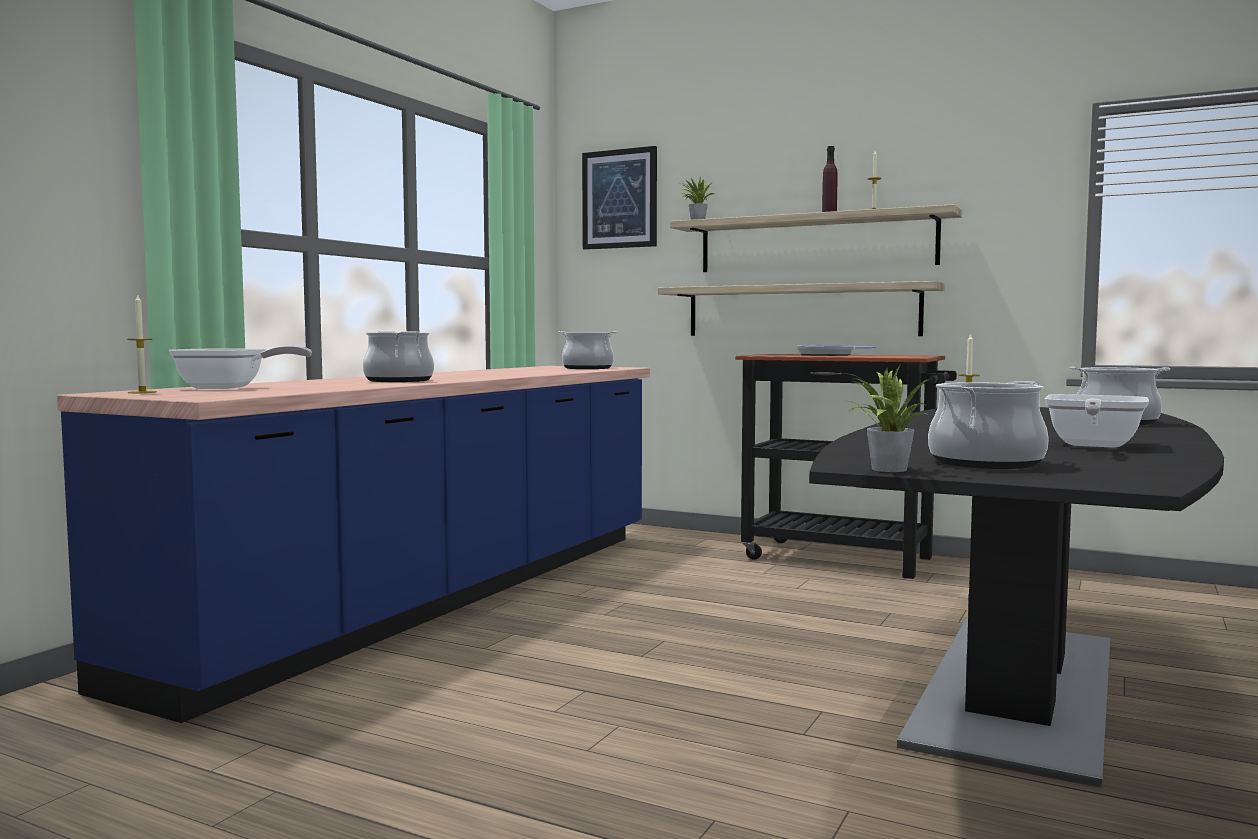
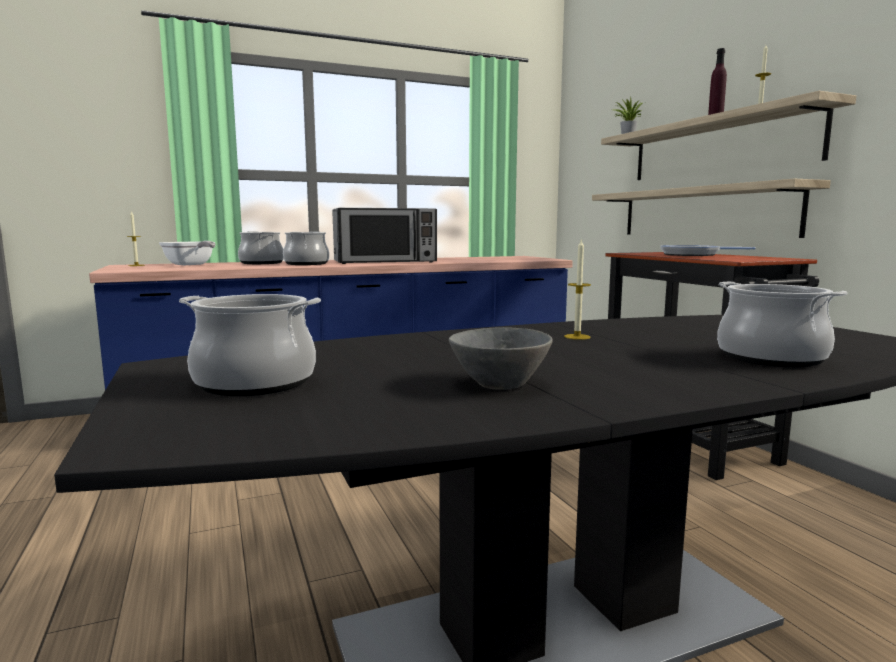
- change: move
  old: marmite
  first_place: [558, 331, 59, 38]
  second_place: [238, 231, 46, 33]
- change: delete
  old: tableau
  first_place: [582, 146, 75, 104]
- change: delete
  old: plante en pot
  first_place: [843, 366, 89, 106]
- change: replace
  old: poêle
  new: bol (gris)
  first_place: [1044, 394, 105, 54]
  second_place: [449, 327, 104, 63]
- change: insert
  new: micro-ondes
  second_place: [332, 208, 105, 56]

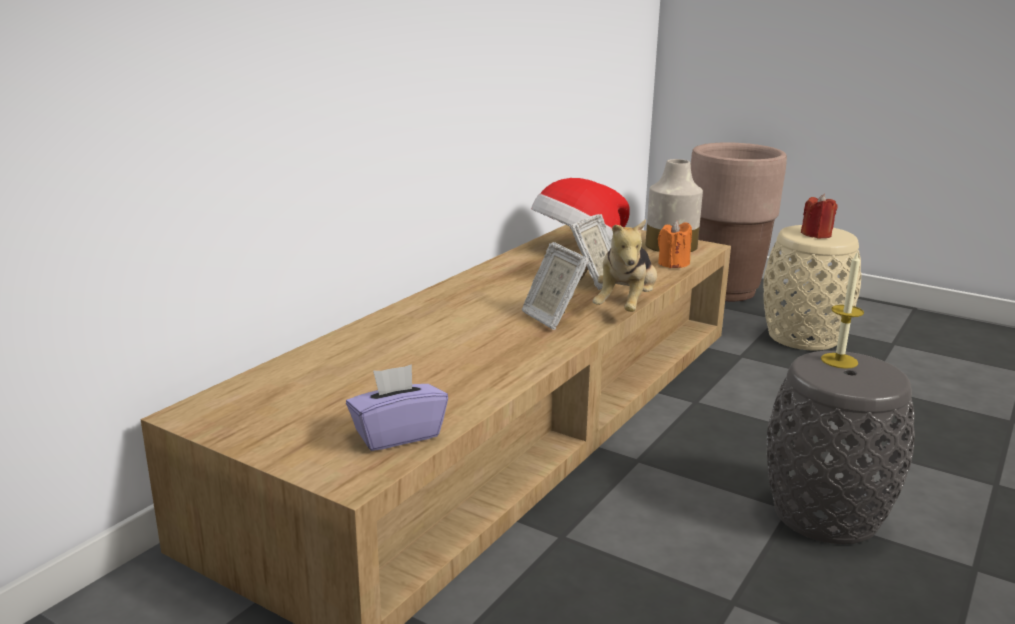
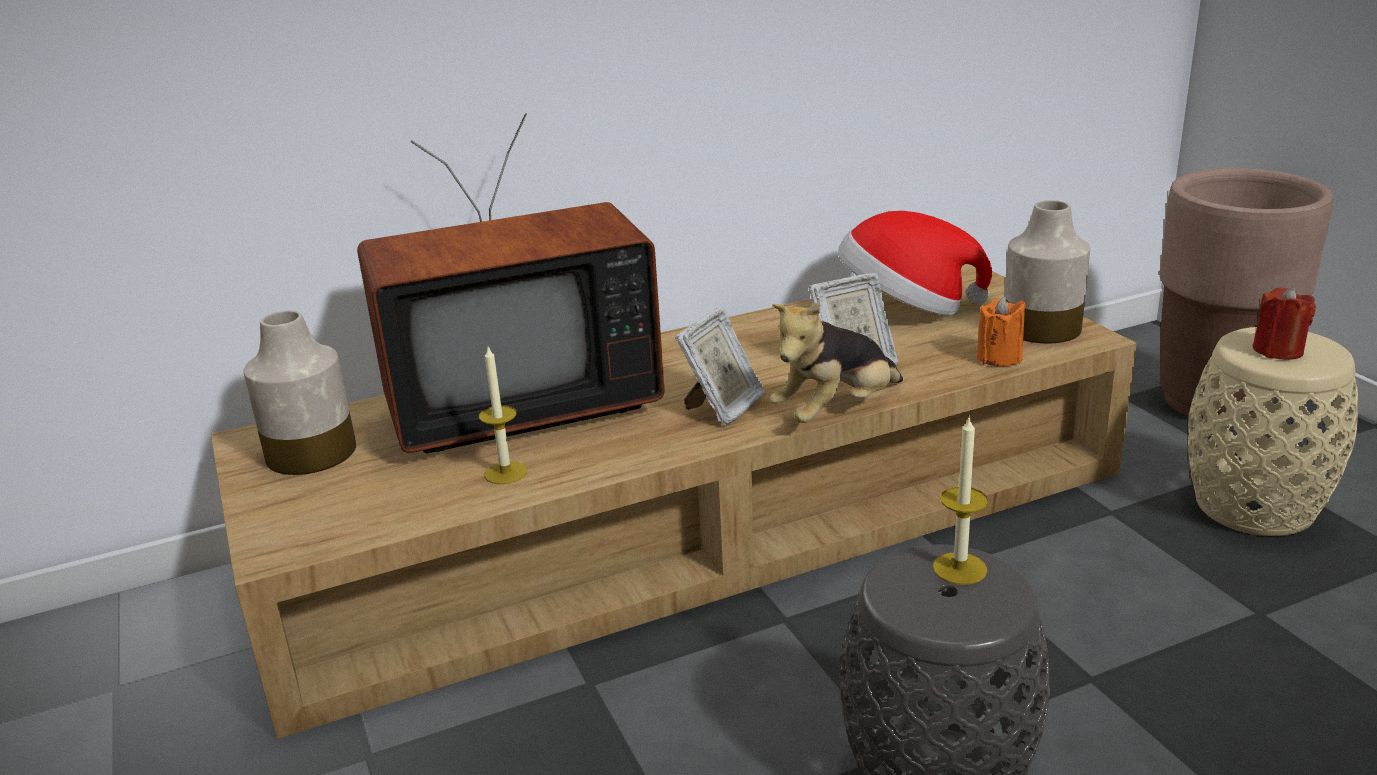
- change: delete
  old: boîte à mouchoirs (violet)
  first_place: [346, 365, 102, 86]
- change: rotate
  old: cadre photo
  first_place: [521, 242, 68, 88]
  second_place: [675, 308, 91, 118]
  degrees: -150
- change: insert
  new: vase (beige)
  second_place: [244, 310, 112, 165]
- change: insert
  new: téléviseur
  second_place: [357, 113, 308, 340]
- change: insert
  new: bougie
  second_place: [479, 347, 48, 137]

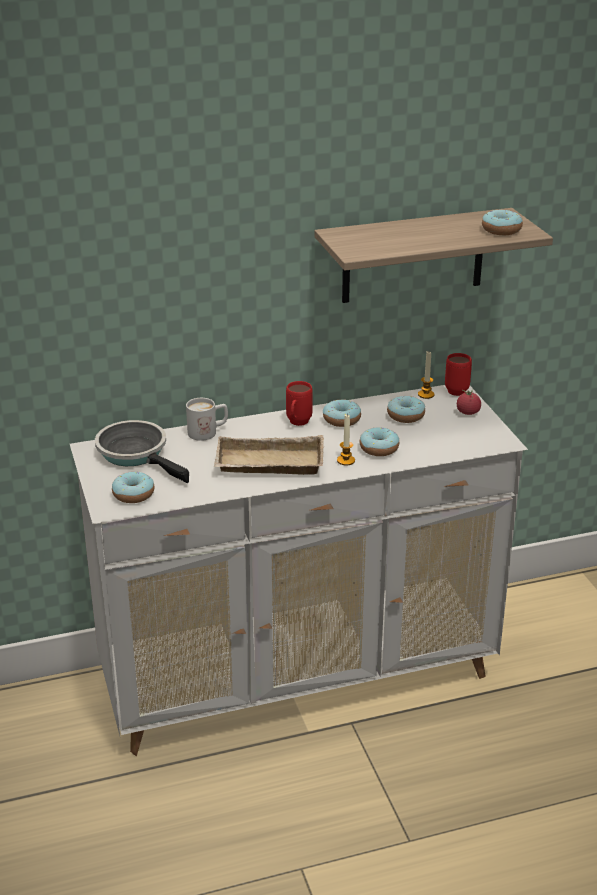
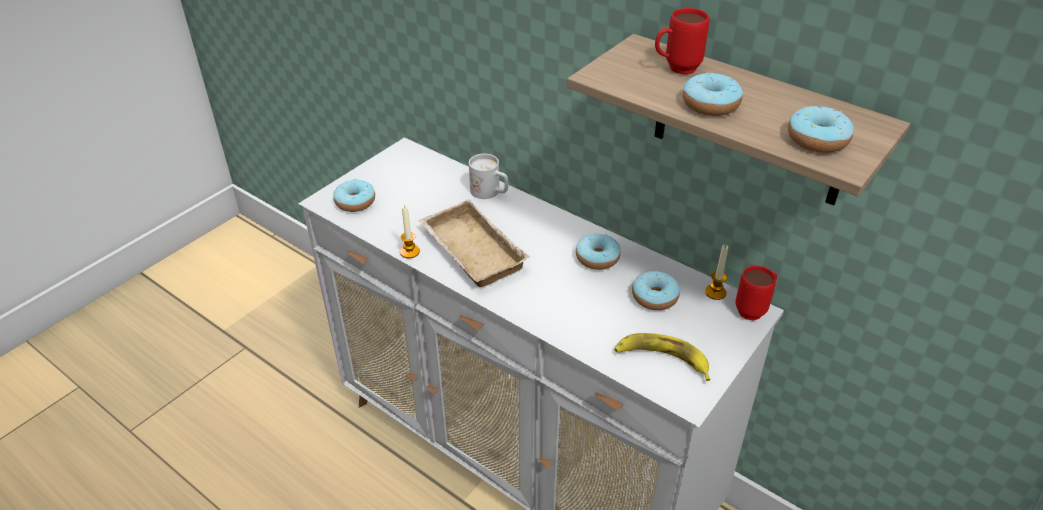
- change: delete
  old: poêle
  first_place: [95, 420, 94, 63]
- change: move
  old: mug (rouge)
  first_place: [286, 381, 27, 45]
  second_place: [655, 8, 54, 66]
- change: move
  old: bougie
  first_place: [337, 414, 18, 52]
  second_place: [400, 205, 20, 53]
- change: move
  old: beignet
  first_place: [360, 427, 39, 29]
  second_place: [683, 73, 60, 43]
- change: delete
  old: tomate
  first_place: [457, 390, 24, 25]
- change: insert
  new: banane
  second_place: [614, 333, 96, 48]

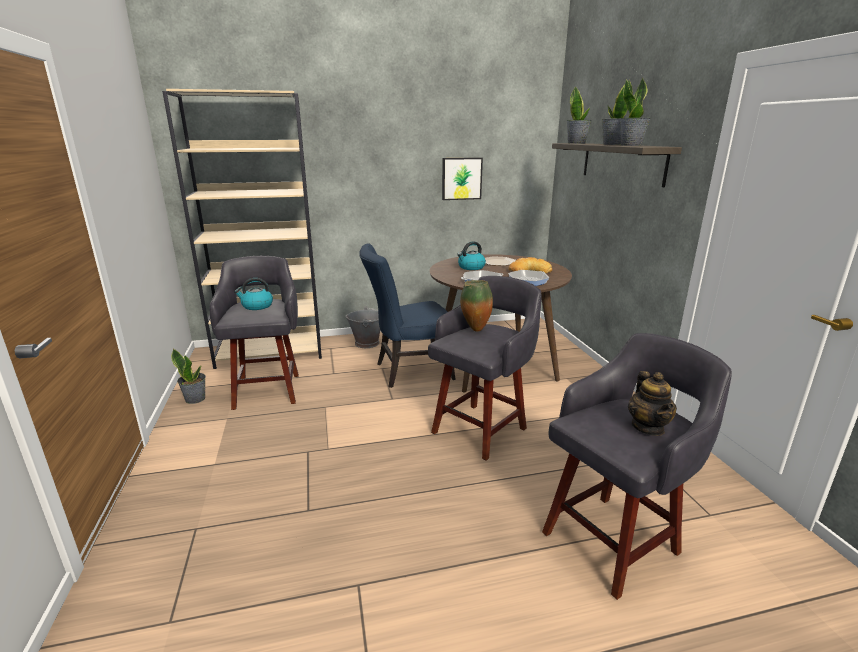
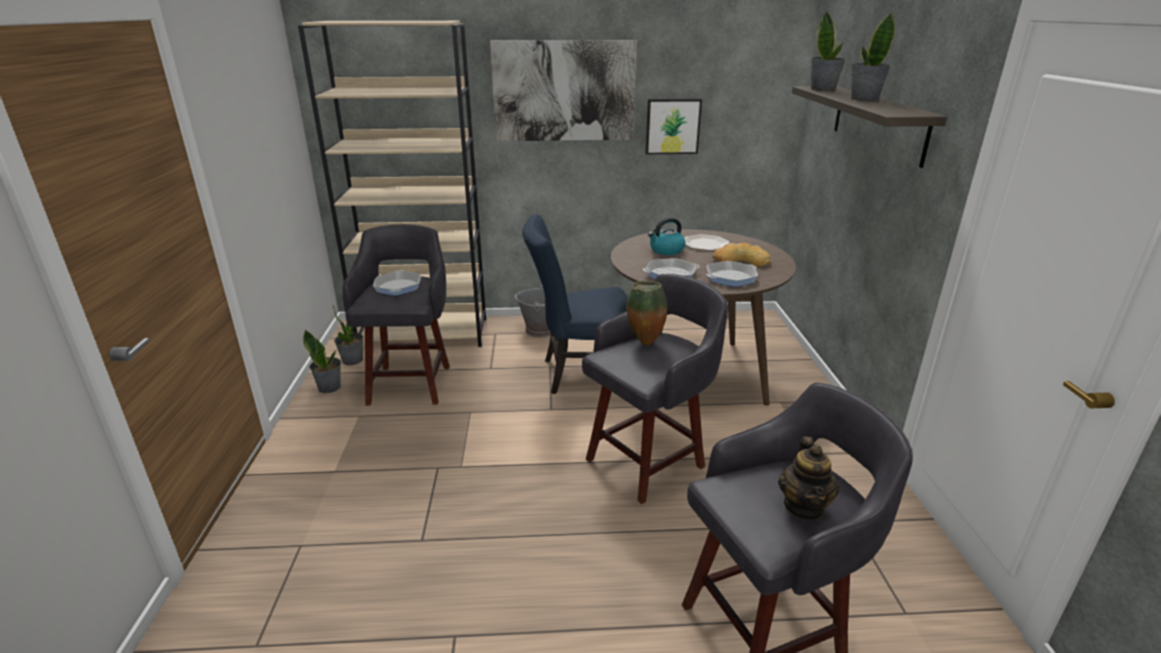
- change: replace
  old: bouilloire
  new: poêle
  first_place: [234, 278, 39, 32]
  second_place: [373, 270, 48, 26]
- change: move
  old: plante en pot
  first_place: [620, 78, 30, 68]
  second_place: [333, 305, 30, 60]
- change: insert
  new: tableau
  second_place: [490, 40, 147, 101]

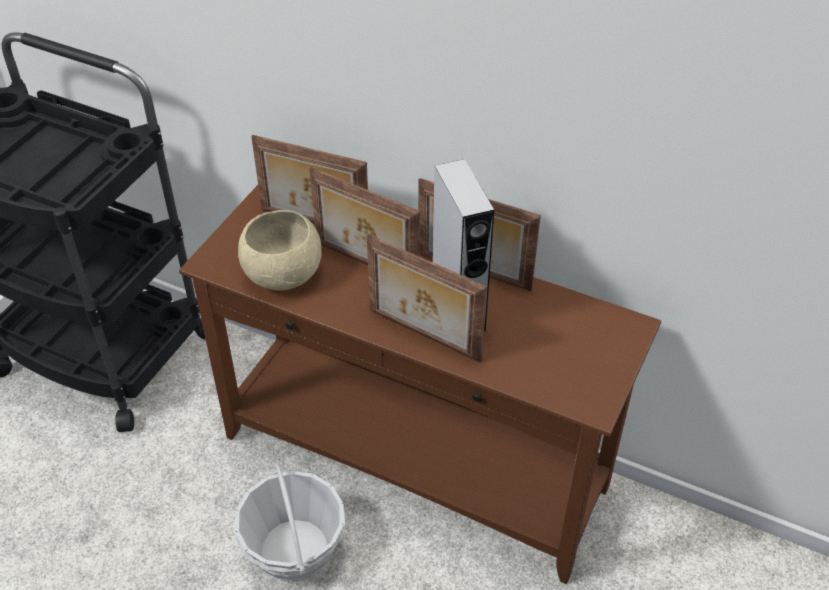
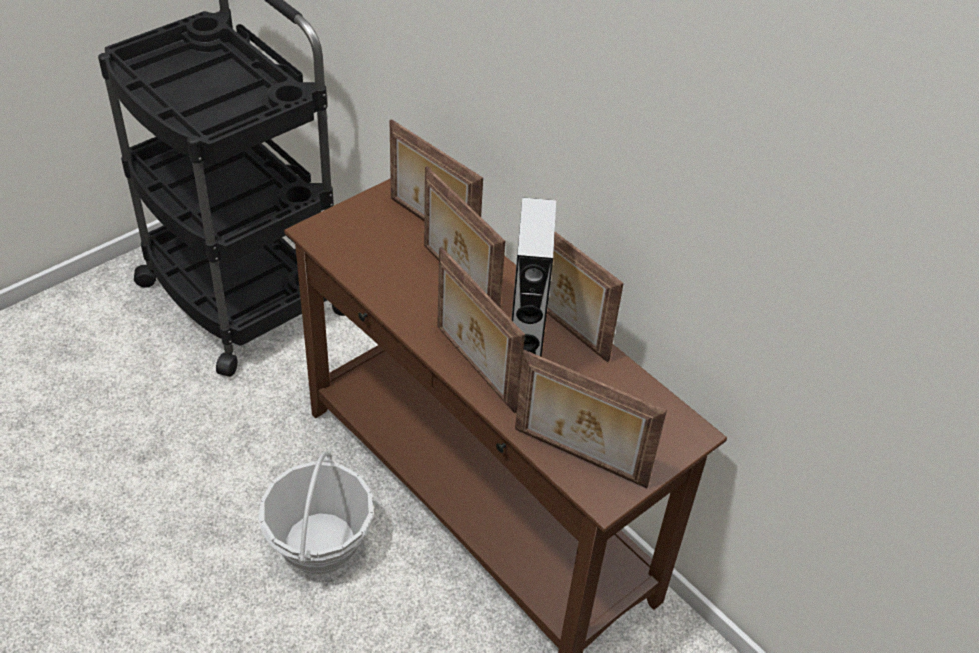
- change: delete
  old: bol (beige)
  first_place: [238, 210, 84, 81]
- change: insert
  new: cadre photo
  second_place: [515, 350, 152, 138]

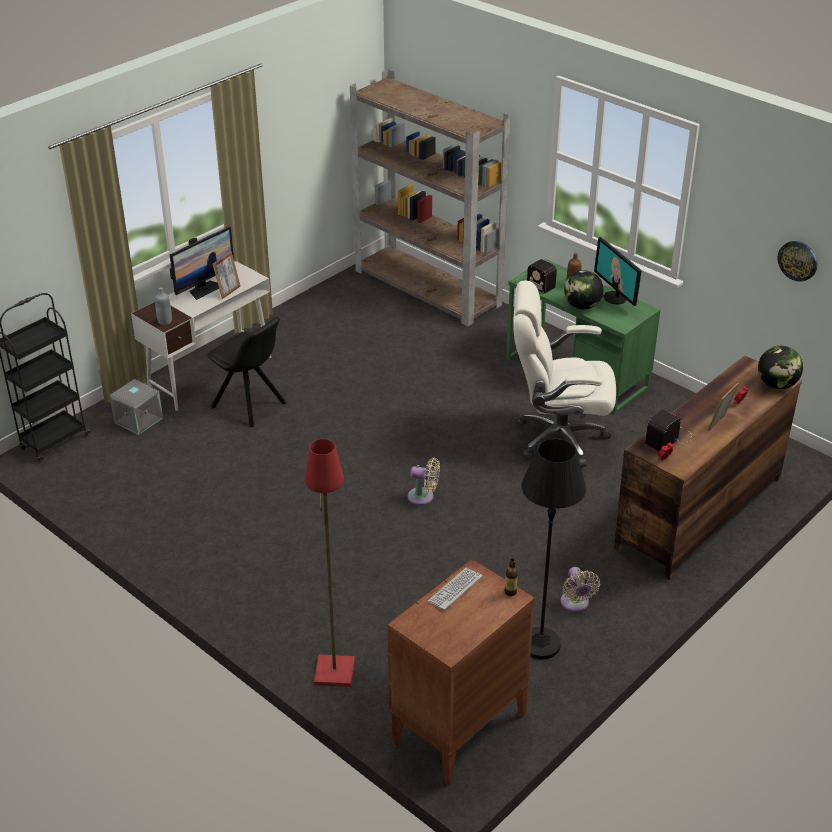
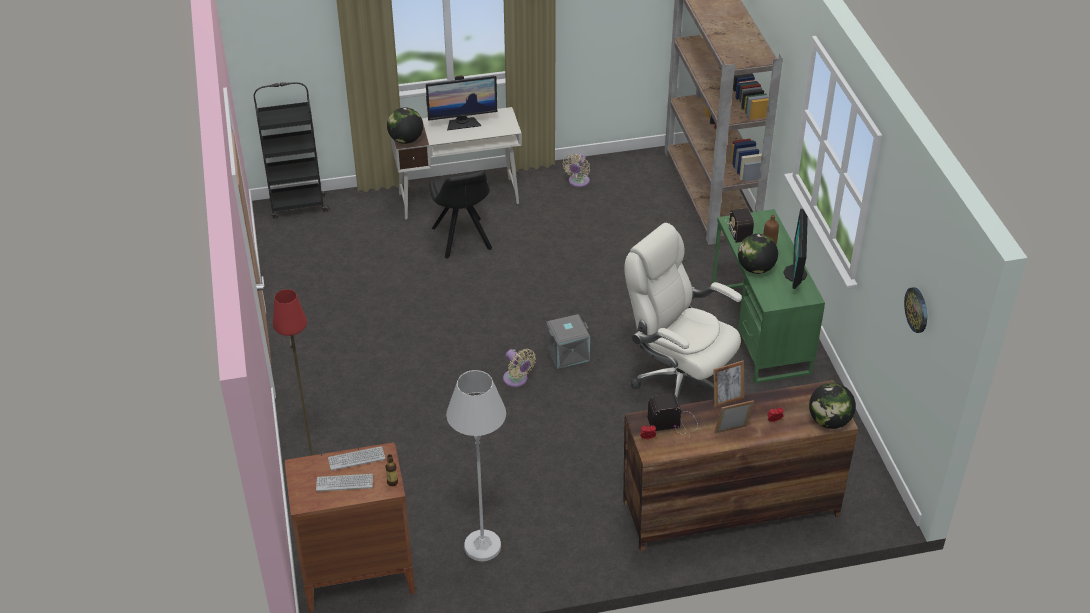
- change: move
  old: boîte de rangement (gris)
  first_place: [110, 379, 53, 56]
  second_place: [546, 314, 44, 55]
- change: replace
  old: bouteille (gris)
  new: globe
  first_place: [155, 287, 17, 38]
  second_place: [387, 107, 36, 37]
- change: move
  old: cadre photo
  first_place: [213, 252, 28, 47]
  second_place: [713, 360, 31, 47]
- change: recolor
  old: lampadaire (noir)
  new: lampadaire (blanc)
  first_place: [521, 438, 65, 221]
  second_place: [446, 370, 60, 191]
- change: move
  old: ventilateur (beige)
  first_place: [560, 567, 40, 45]
  second_place: [563, 153, 27, 34]
- change: insert
  new: clavier
  second_place: [316, 474, 57, 18]

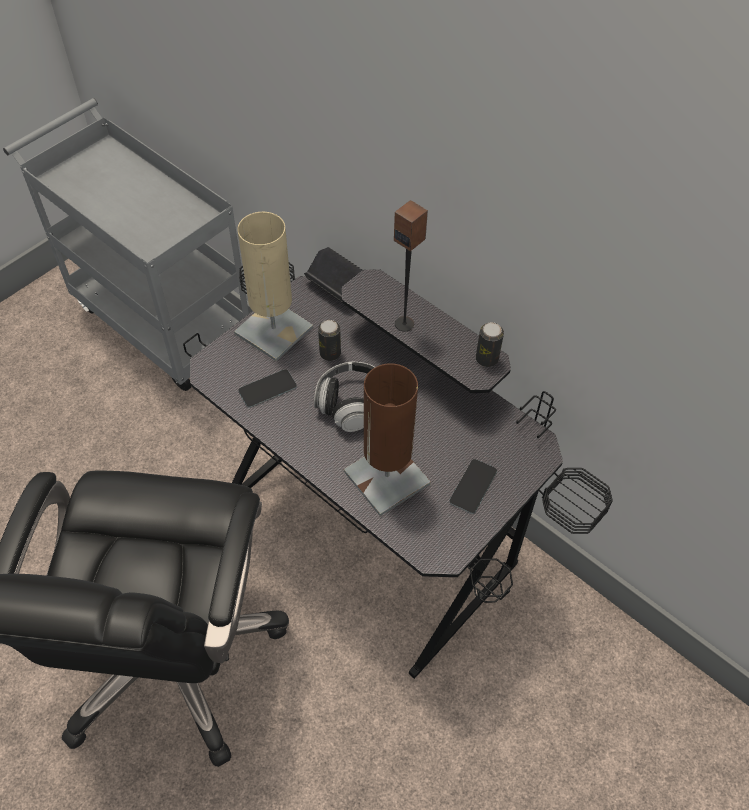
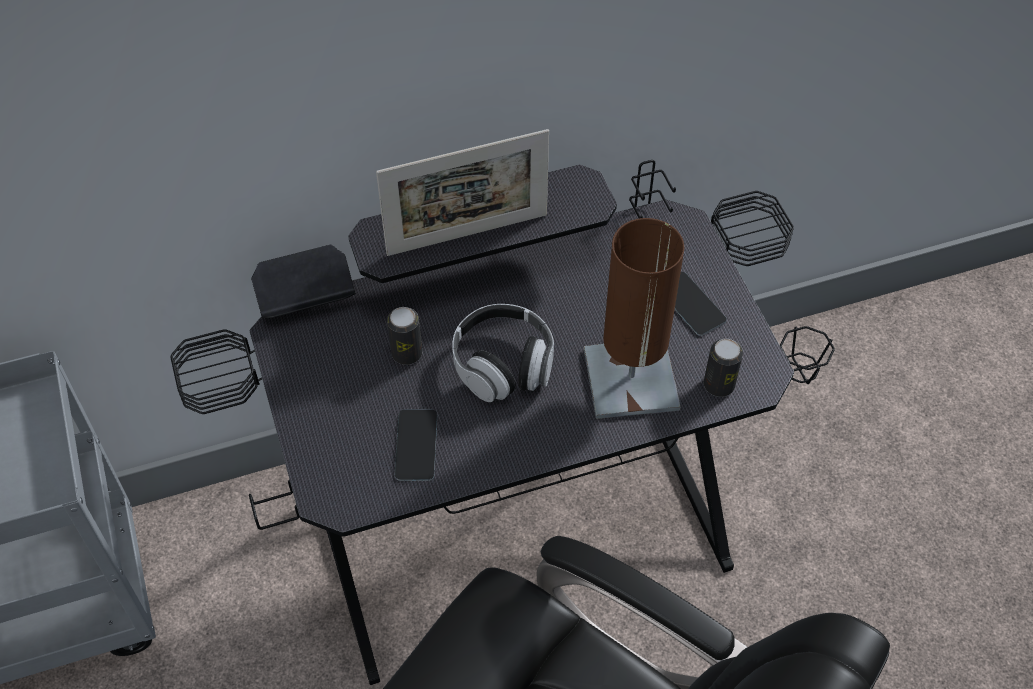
- change: delete
  old: lampe de table (beige)
  first_place: [234, 212, 79, 149]
- change: replace
  old: enceinte
  new: cadre photo
  first_place: [394, 200, 34, 132]
  second_place: [376, 129, 173, 127]
- change: move
  old: boîte métallique
  first_place: [476, 322, 28, 45]
  second_place: [704, 339, 39, 58]

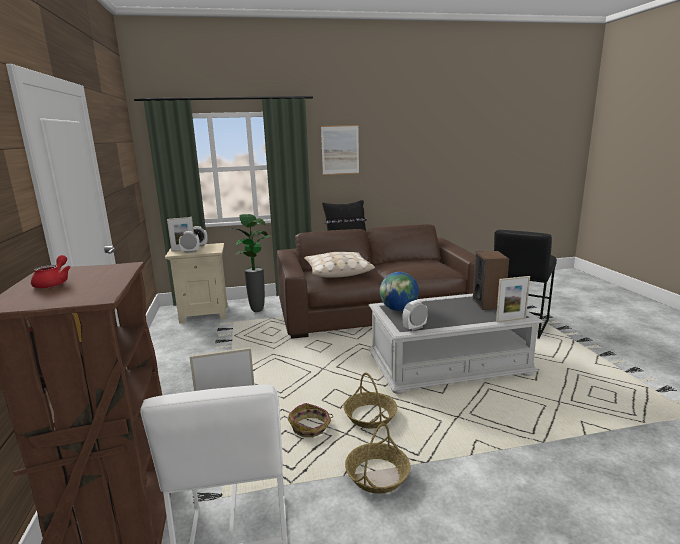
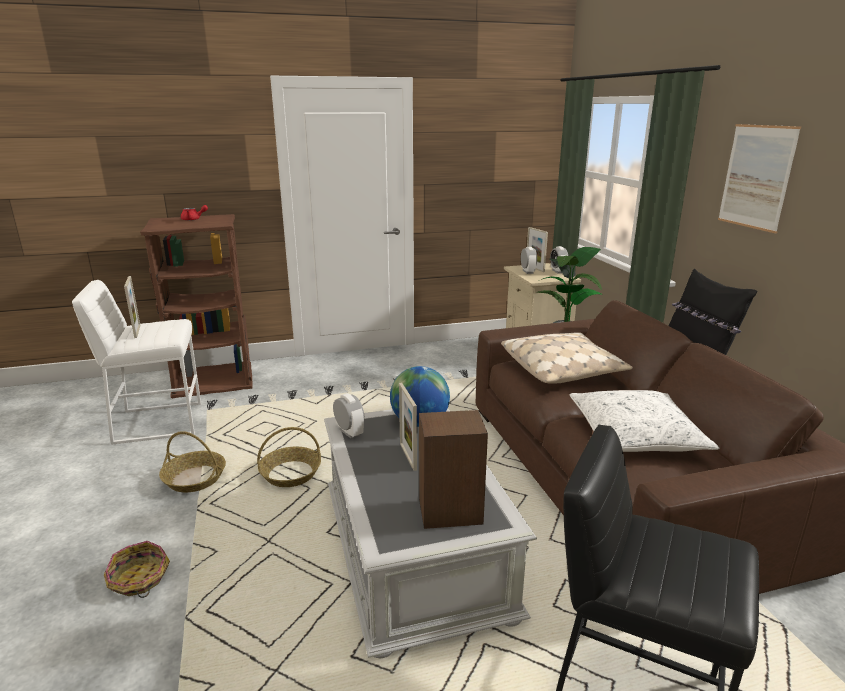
- change: move
  old: panier
  first_place: [288, 403, 45, 34]
  second_place: [104, 541, 66, 57]
- change: move
  old: cadre photo
  first_place: [496, 276, 34, 46]
  second_place: [399, 383, 18, 88]
- change: insert
  new: coussin (blanc)
  second_place: [570, 390, 149, 62]

